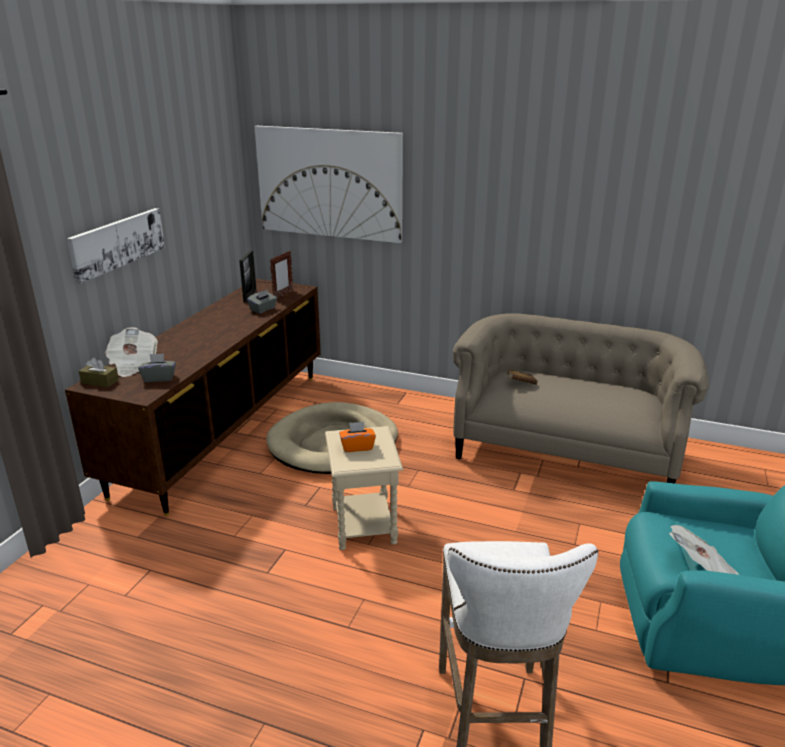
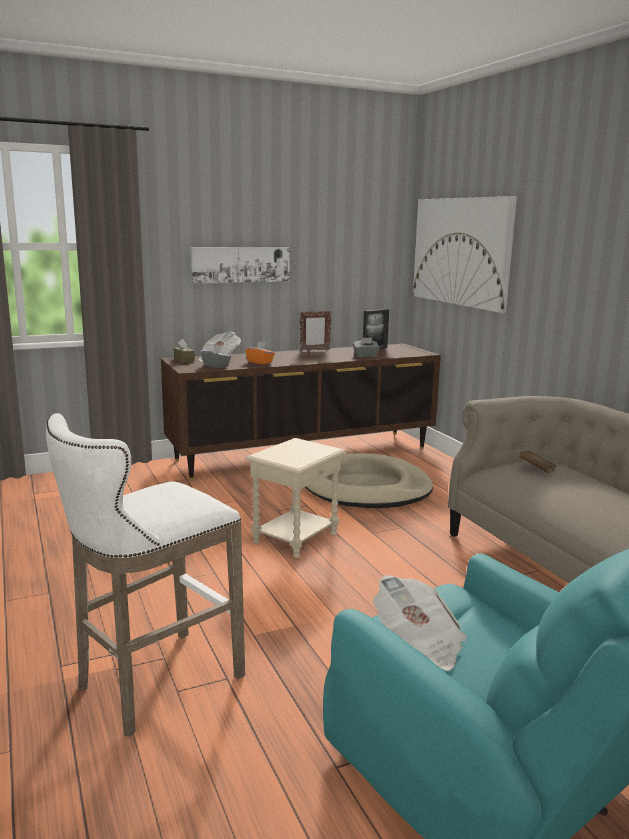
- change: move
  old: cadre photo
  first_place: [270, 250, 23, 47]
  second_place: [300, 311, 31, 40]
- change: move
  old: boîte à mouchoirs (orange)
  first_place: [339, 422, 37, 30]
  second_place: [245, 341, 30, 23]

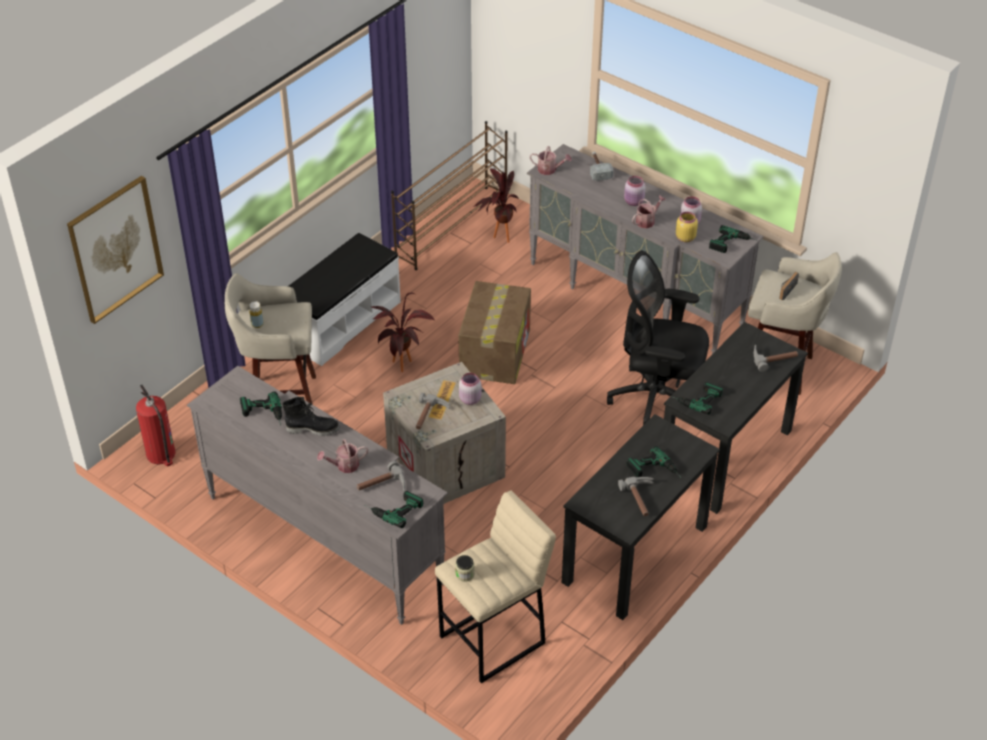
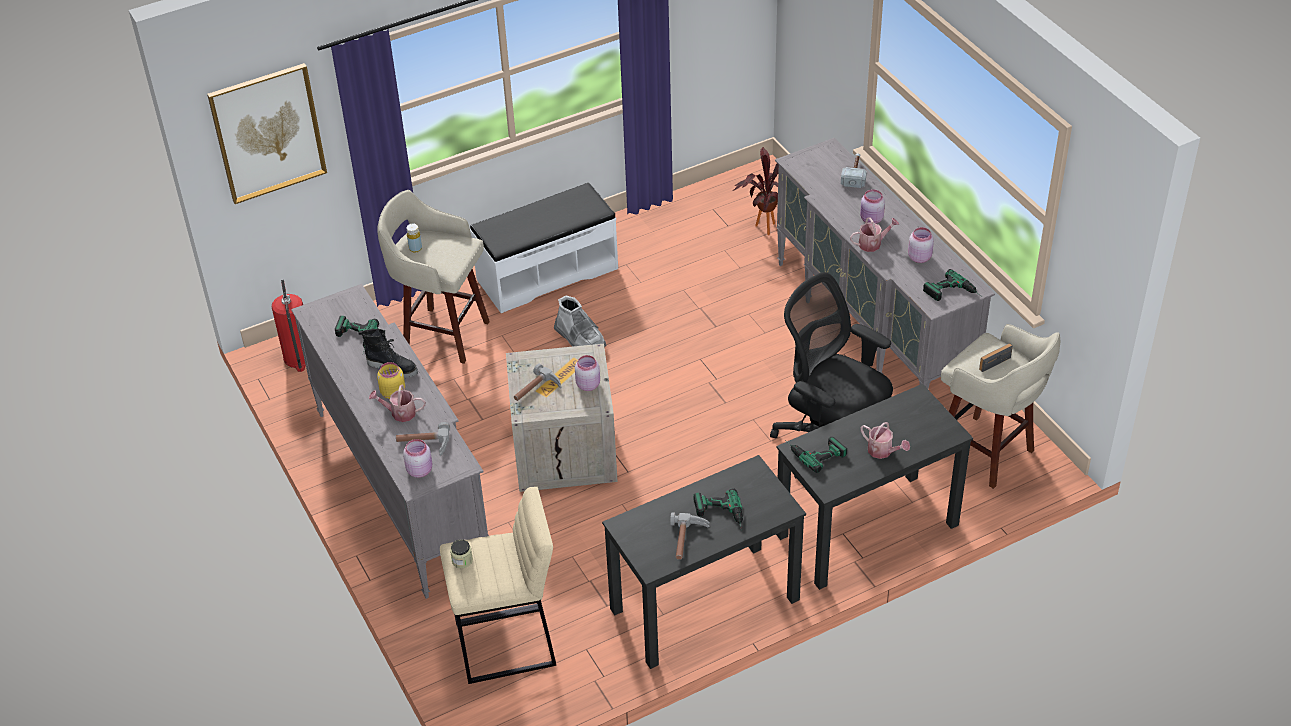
- change: replace
  old: perceuse
  new: bocal (rose)
  first_place: [364, 491, 59, 37]
  second_place: [403, 439, 29, 39]
- change: replace
  old: plante en pot
  new: botte (gris)
  first_place: [370, 293, 65, 79]
  second_place: [554, 295, 53, 52]
- change: delete
  old: étagère à chaussures (marron)
  first_place: [391, 121, 117, 149]
- change: delete
  old: carton
  first_place: [458, 281, 73, 103]
- change: move
  old: arrosoir
  first_place: [530, 146, 42, 29]
  second_place: [860, 422, 50, 37]
- change: move
  old: bocal (jaune)
  first_place: [676, 212, 22, 30]
  second_place: [377, 362, 28, 37]
- change: delete
  old: marteau
  first_place: [754, 344, 44, 28]

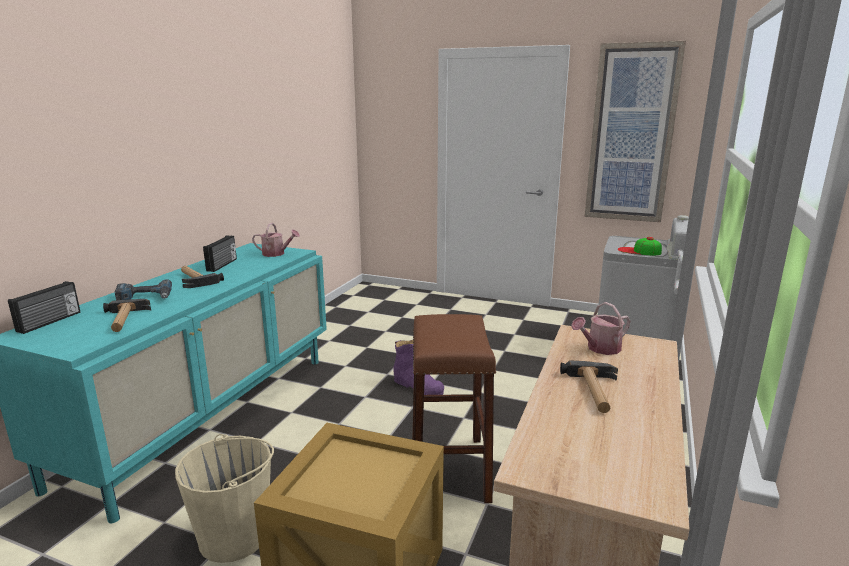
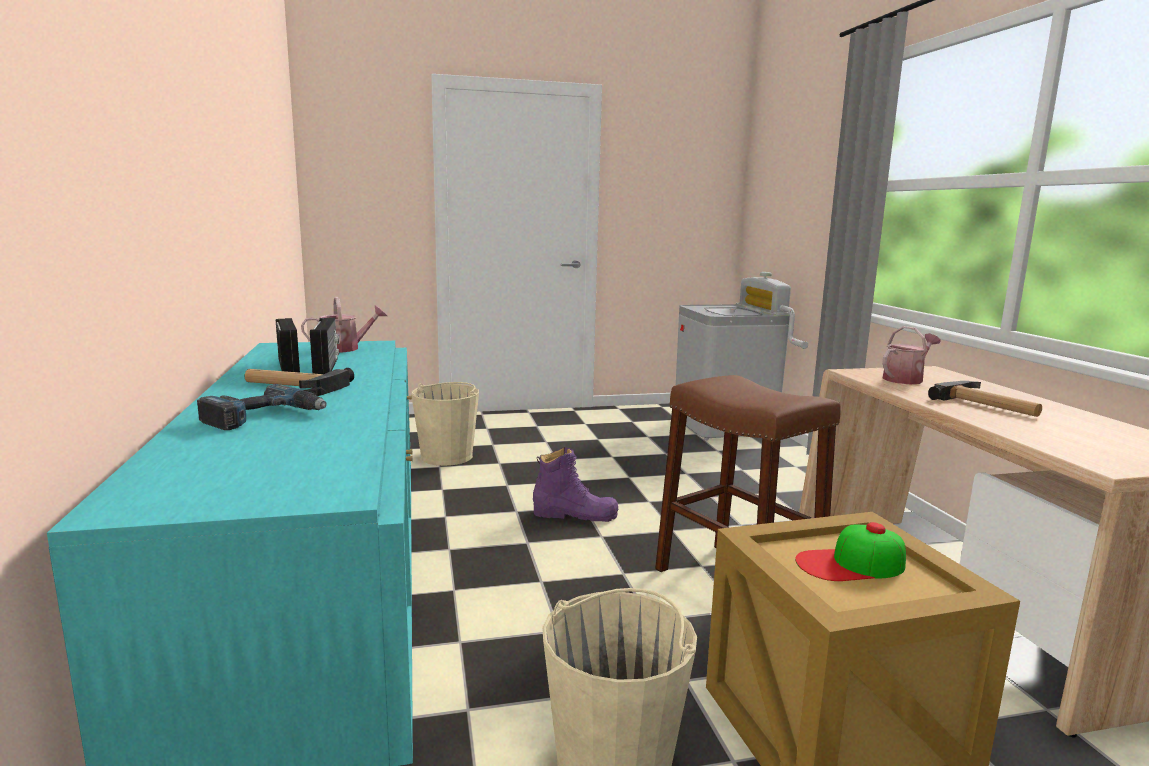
- change: move
  old: radio
  first_place: [8, 281, 72, 53]
  second_place: [310, 318, 30, 56]
- change: delete
  old: marteau
  first_place: [103, 299, 48, 33]
- change: rotate
  old: arrosoir
  first_place: [571, 302, 59, 53]
  second_place: [882, 326, 59, 58]
  degrees: -150
- change: delete
  old: tableau
  first_place: [584, 41, 102, 181]
- change: move
  old: casquette
  first_place: [618, 237, 44, 18]
  second_place: [795, 522, 111, 59]
- change: insert
  new: seau (beige)
  second_place: [411, 382, 68, 84]

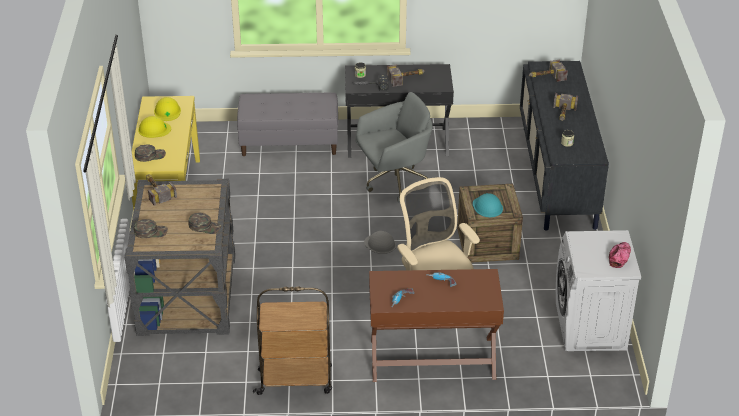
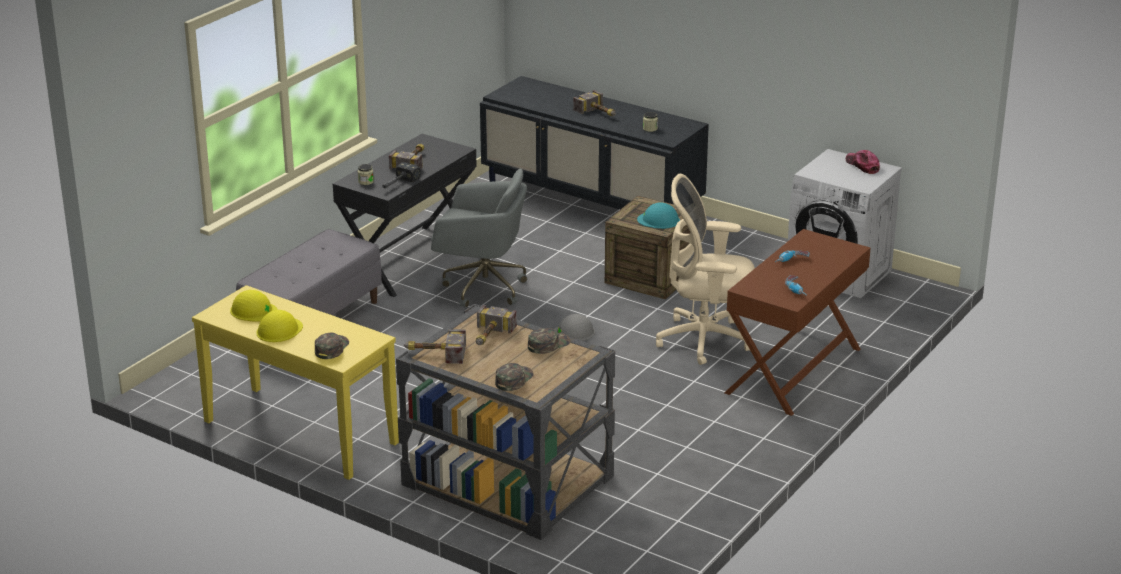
- change: delete
  old: chariot (marron)
  first_place: [253, 286, 79, 109]
- change: rotate
  old: chaise de bureau (gris)
  first_place: [356, 92, 77, 111]
  second_place: [431, 168, 96, 140]
  degrees: 90
- change: move
  old: marteau
  first_place: [529, 60, 39, 22]
  second_place: [476, 305, 41, 40]

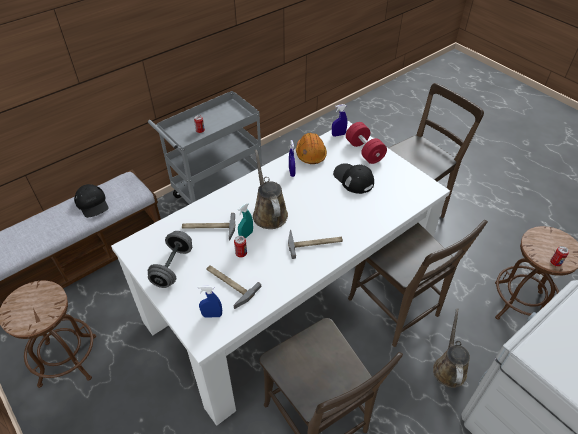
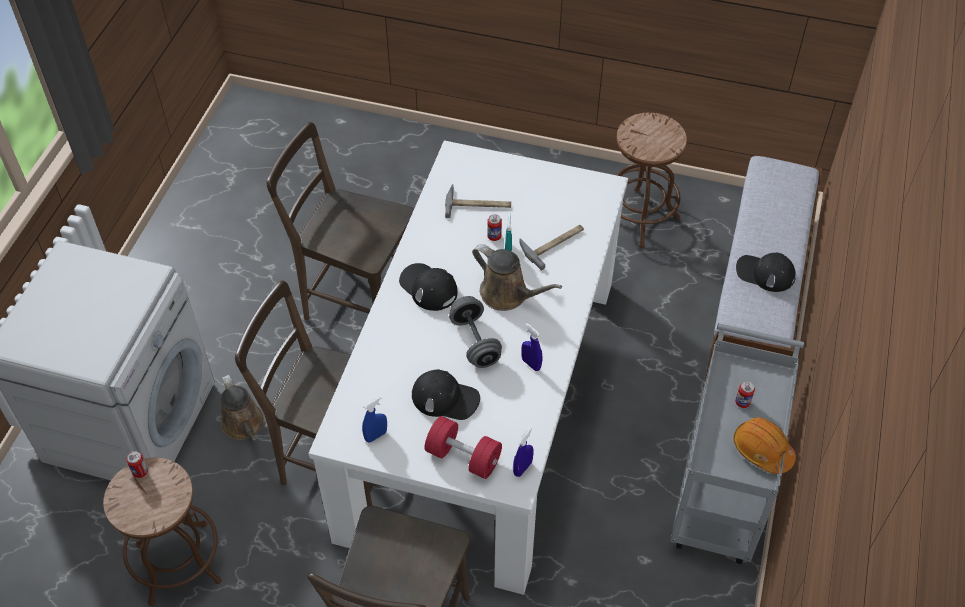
- change: move
  old: haltère (gris)
  first_place: [148, 231, 44, 57]
  second_place: [449, 296, 53, 72]
- change: move
  old: vaporisateur (bleu)
  first_place: [198, 286, 24, 31]
  second_place: [362, 397, 25, 46]
- change: replace
  old: marteau
  new: casquette (noir)
  first_place: [288, 230, 55, 29]
  second_place: [399, 263, 59, 48]
- change: move
  old: casque de chantier (orange)
  first_place: [296, 133, 31, 31]
  second_place: [733, 417, 63, 57]

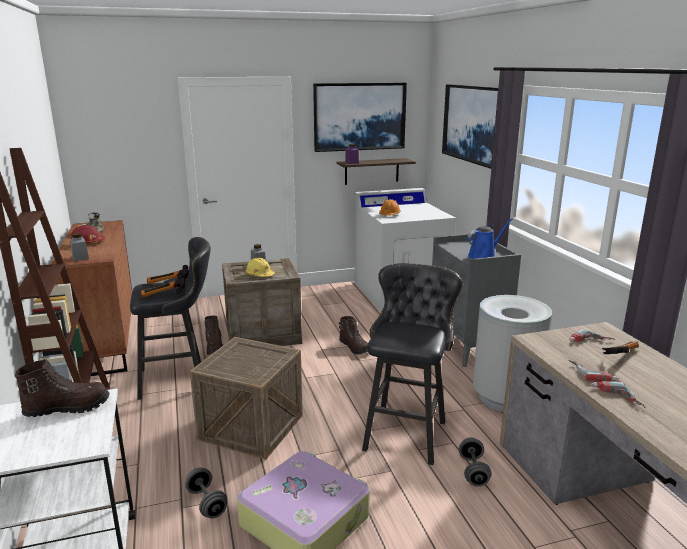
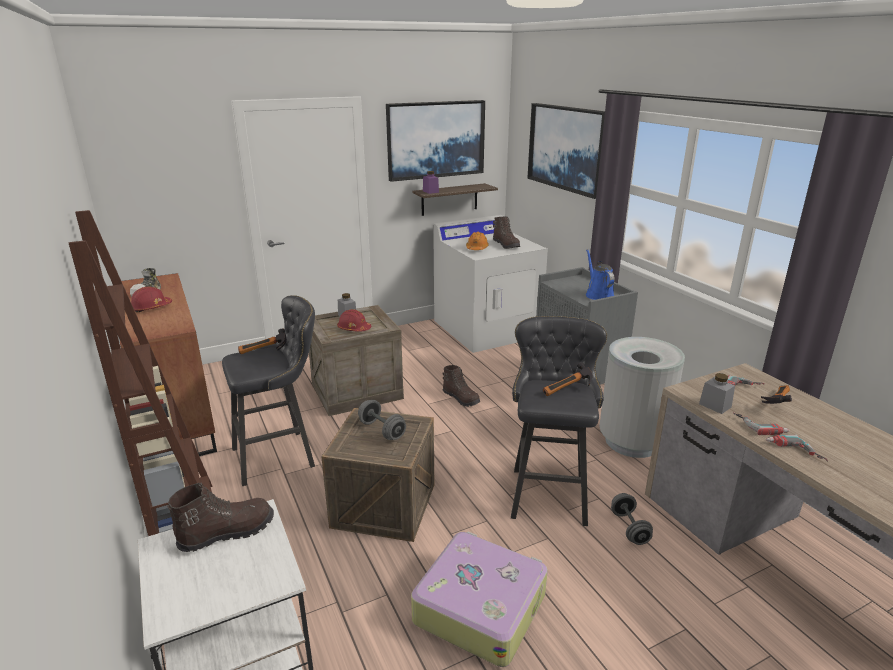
- change: move
  old: bocal (gris)
  first_place: [70, 233, 19, 28]
  second_place: [699, 373, 36, 41]
- change: move
  old: marteau
  first_place: [140, 274, 45, 24]
  second_place: [543, 362, 49, 34]
- change: move
  old: haltère (gris)
  first_place: [185, 467, 42, 51]
  second_place: [358, 400, 48, 40]
- change: move
  old: botte (marron)
  first_place: [204, 316, 19, 39]
  second_place: [493, 216, 27, 33]
- change: recolor
  old: casque de chantier (jaune)
  new: casque de chantier (rouge)
  first_place: [245, 258, 30, 19]
  second_place: [337, 309, 34, 23]
- change: rotate
  old: arrosoir (bleu)
  first_place: [467, 218, 46, 41]
  second_place: [586, 249, 29, 51]
  degrees: -60

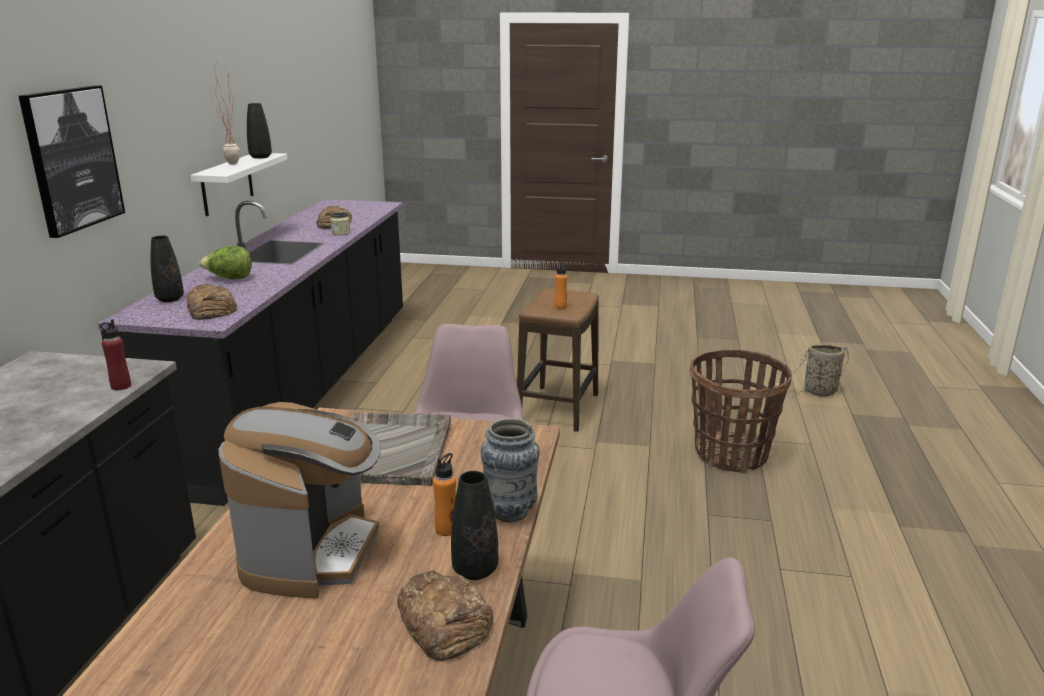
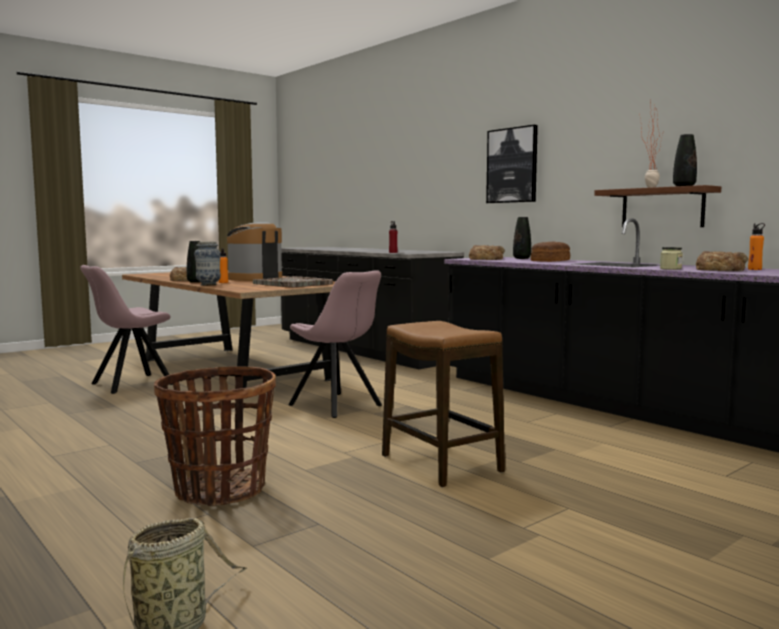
- change: recolor
  old: étagère (blanc)
  new: étagère (marron)
  first_place: [190, 153, 97, 63]
  second_place: [594, 185, 127, 42]
- change: replace
  old: laitue
  new: pain
  first_place: [200, 246, 52, 34]
  second_place: [531, 241, 39, 21]
- change: rotate
  old: machine à café
  first_place: [219, 402, 162, 196]
  second_place: [227, 222, 55, 59]
  degrees: 75
- change: move
  old: bouteille (orange)
  first_place: [554, 261, 13, 48]
  second_place: [748, 223, 17, 47]

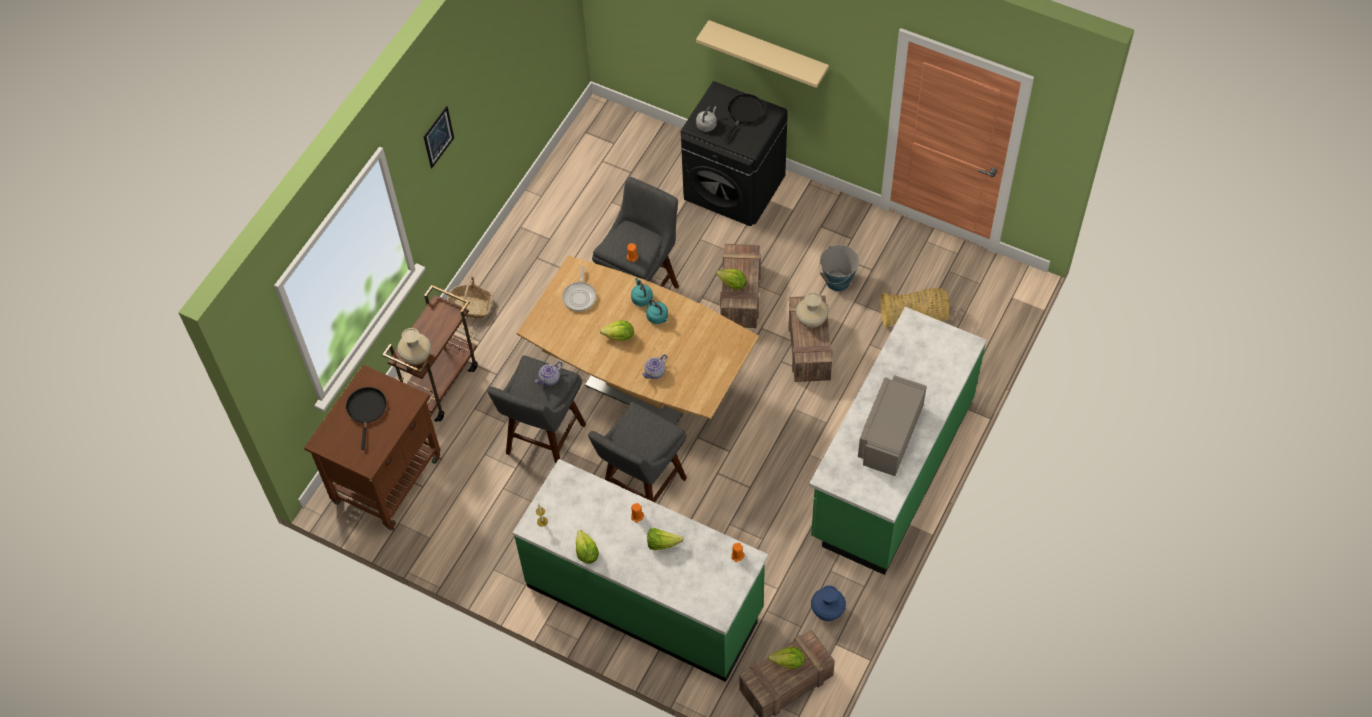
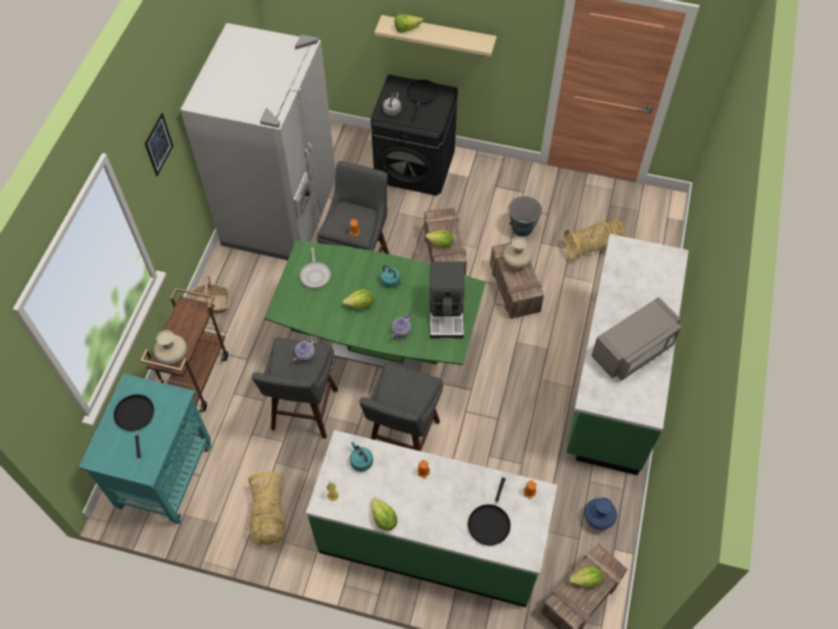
- change: recolor
  old: chariot (marron)
  new: chariot (turquoise)
  first_place: [304, 365, 138, 166]
  second_place: [79, 374, 133, 150]
- change: recolor
  old: table à manger (marron)
  new: table à manger (vert)
  first_place: [517, 255, 242, 170]
  second_place: [265, 241, 221, 131]
- change: move
  old: bouilloire (turquoise)
  first_place: [631, 278, 22, 28]
  second_place: [350, 441, 23, 30]
- change: move
  old: laitue
  first_place: [647, 528, 37, 22]
  second_place: [395, 14, 28, 19]
- change: rotate
  old: micro-ondes (gris)
  first_place: [858, 375, 69, 101]
  second_place: [591, 297, 91, 83]
  degrees: -135
- change: insert
  new: réfrigérateur (blanc)
  second_place: [180, 23, 156, 238]
- change: insert
  new: panier
  second_place: [248, 472, 37, 73]
- change: insert
  new: machine à café
  second_place: [429, 262, 36, 77]
- change: insert
  new: poêle (noir)
  second_place: [468, 477, 43, 69]

